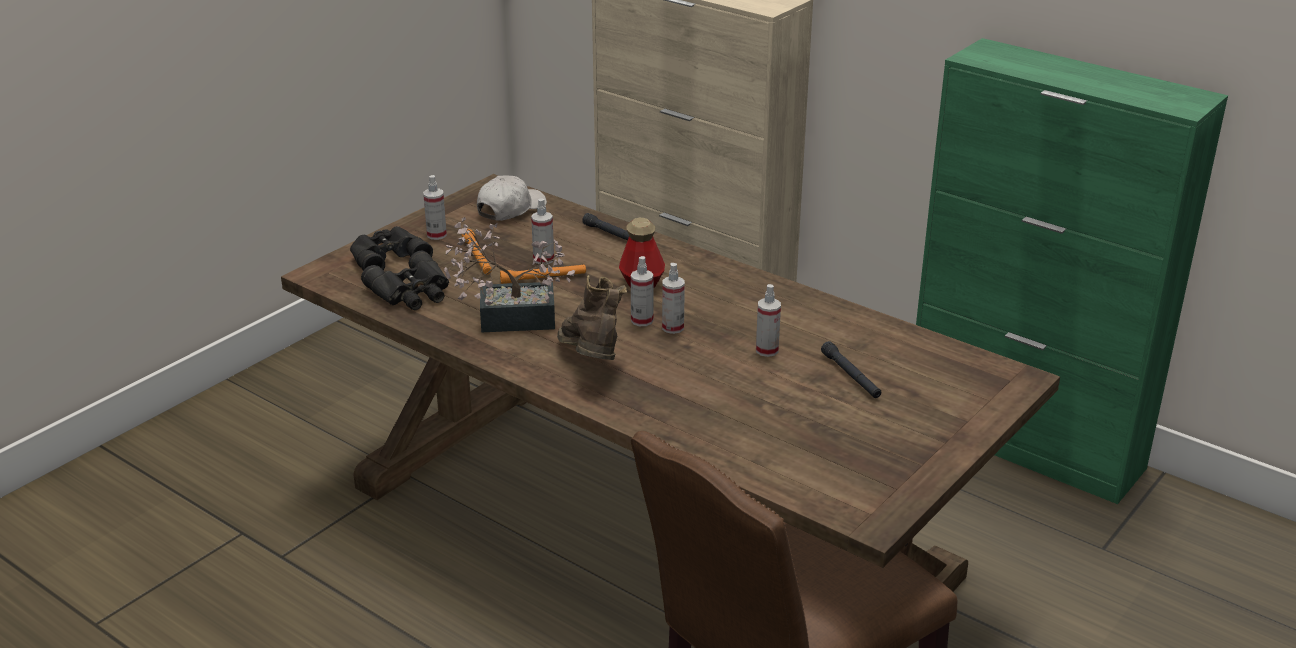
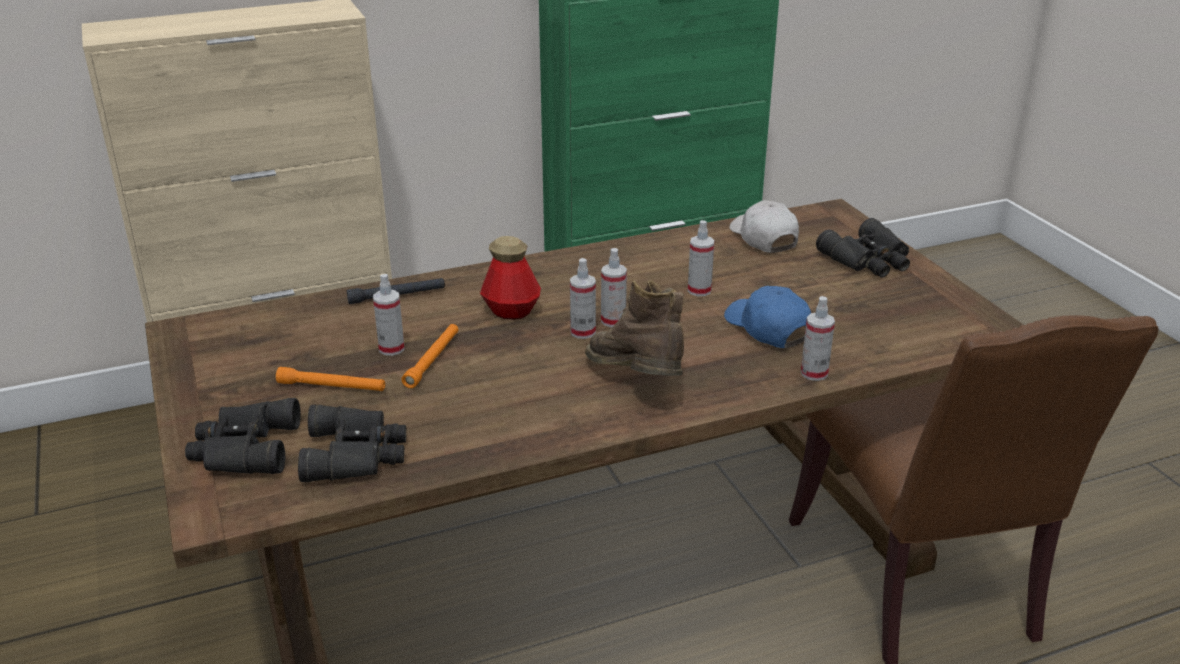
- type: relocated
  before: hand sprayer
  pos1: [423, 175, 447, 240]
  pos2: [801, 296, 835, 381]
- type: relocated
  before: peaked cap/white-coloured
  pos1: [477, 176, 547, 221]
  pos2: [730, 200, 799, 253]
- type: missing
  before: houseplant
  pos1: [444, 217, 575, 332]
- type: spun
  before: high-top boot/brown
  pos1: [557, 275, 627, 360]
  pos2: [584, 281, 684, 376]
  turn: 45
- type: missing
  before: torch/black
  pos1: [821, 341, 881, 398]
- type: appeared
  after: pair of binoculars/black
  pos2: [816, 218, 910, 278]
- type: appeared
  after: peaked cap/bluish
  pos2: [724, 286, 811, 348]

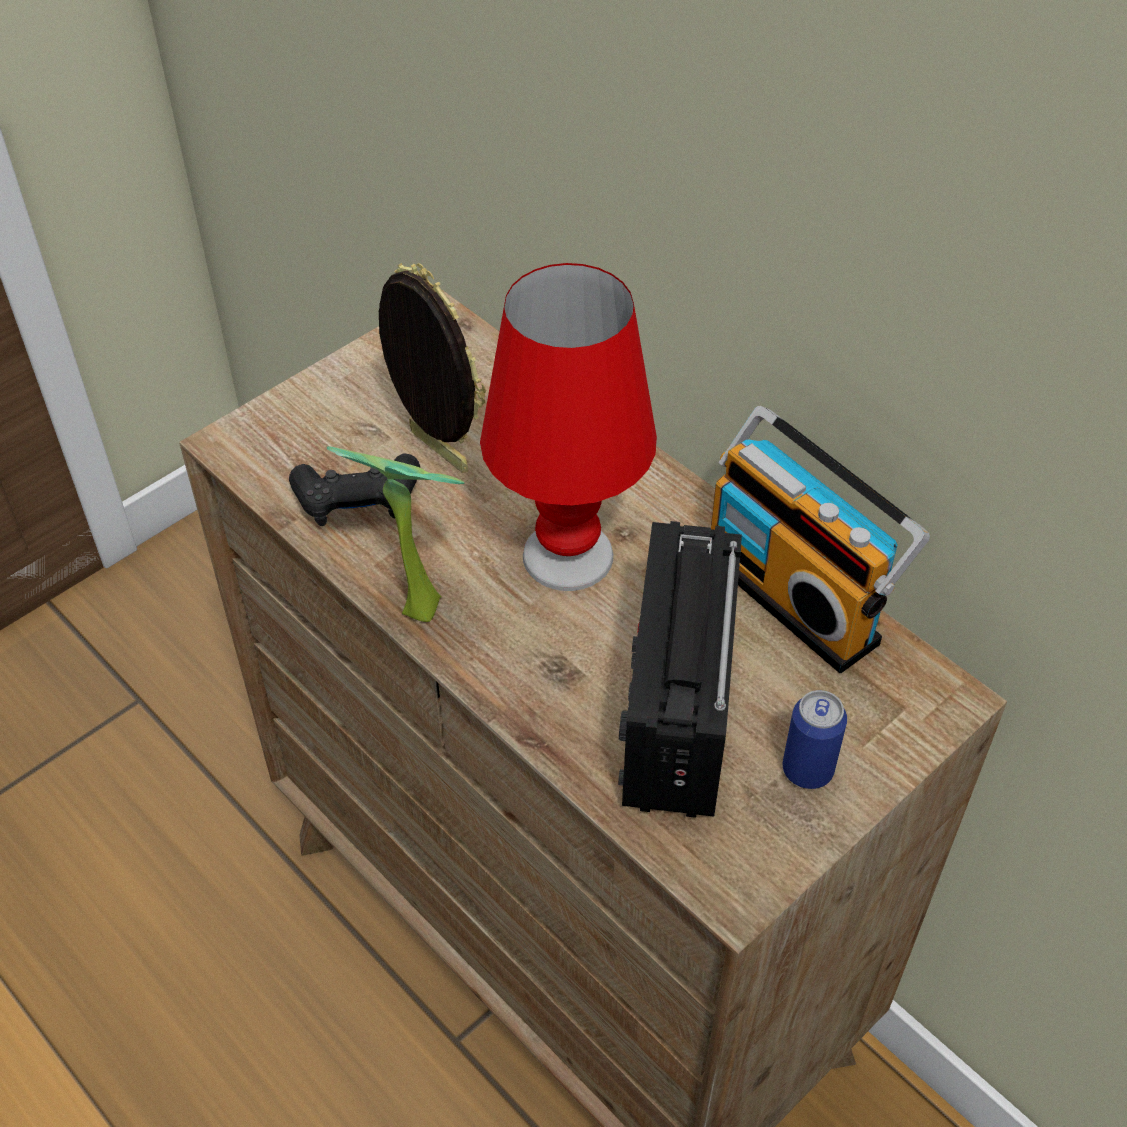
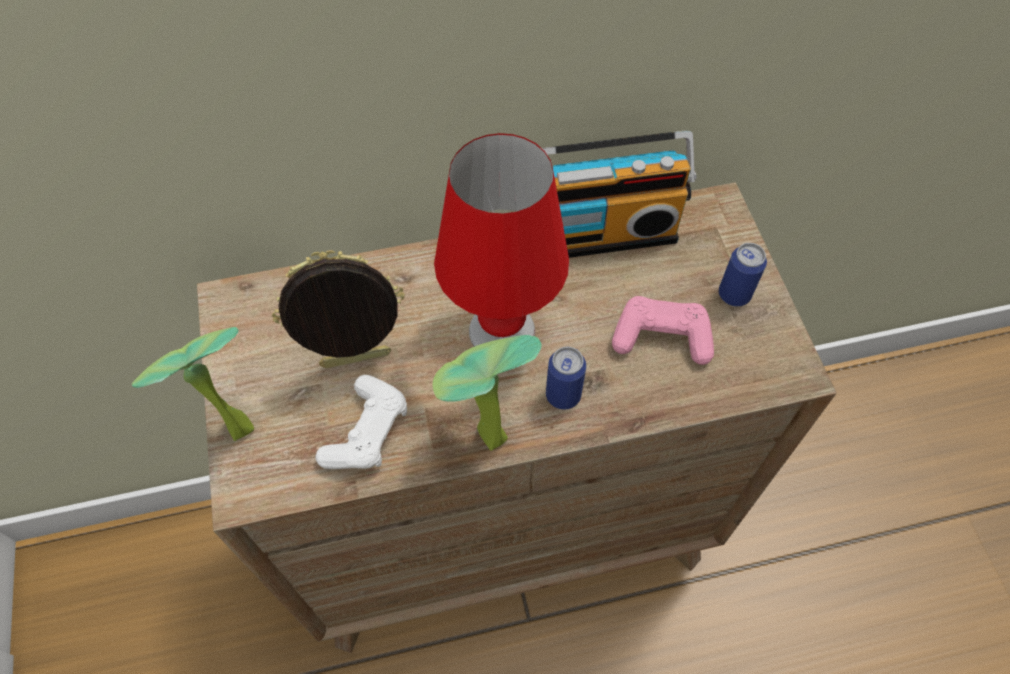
- type: colour
  before: game controller/black
  after: game controller/white-coloured
  pos1: [289, 453, 420, 526]
  pos2: [316, 375, 407, 469]
- type: exchanged
  before: radio set
  after: game controller/pink
  pos1: [618, 521, 742, 818]
  pos2: [612, 296, 714, 365]
- type: appeared
  after: houseplant
  pos2: [132, 327, 254, 441]
- type: appeared
  after: can
  pos2: [546, 347, 586, 410]

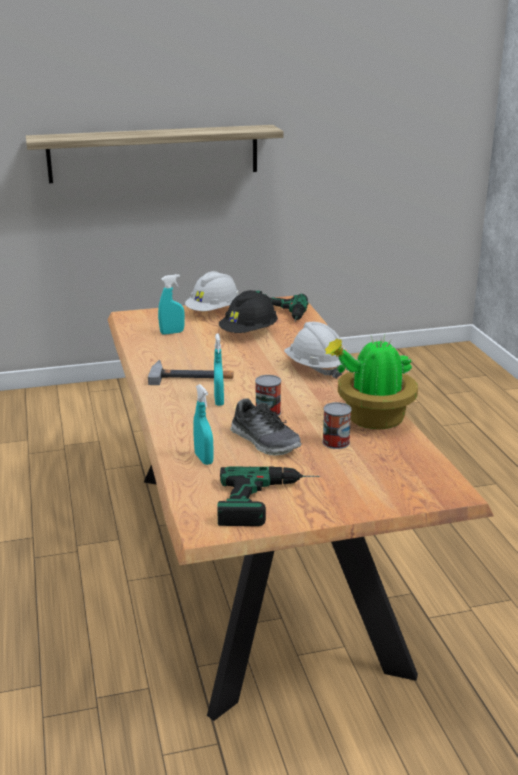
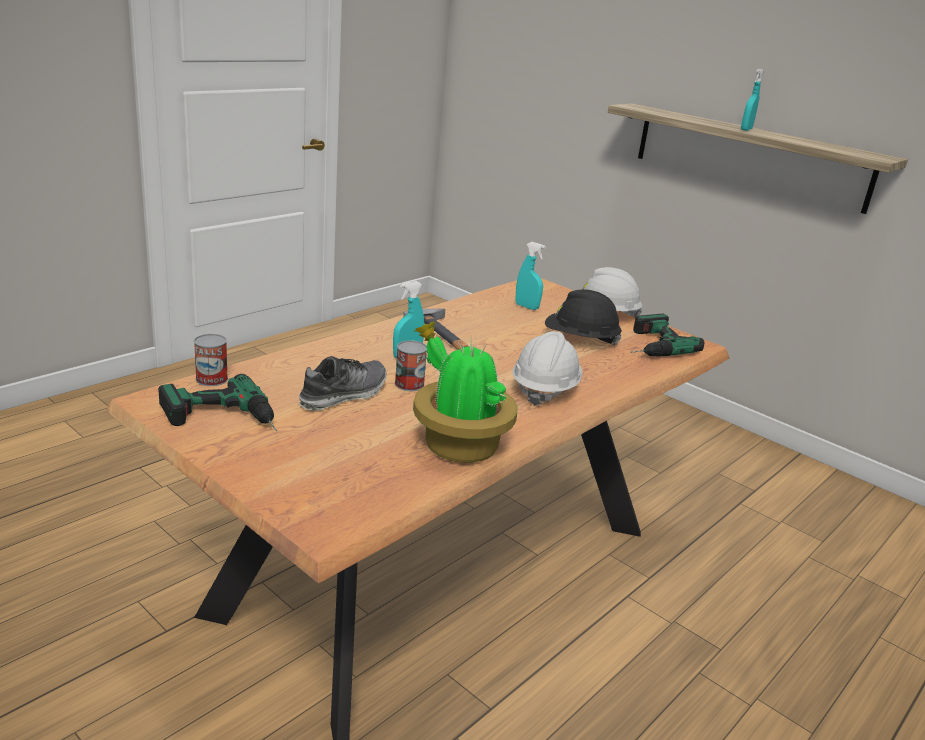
- type: relocated
  before: hand sprayer/turquoise-coloured
  pos1: [193, 384, 214, 465]
  pos2: [741, 69, 764, 131]
- type: spun
  before: item of footwear
  pos1: [230, 398, 302, 456]
  pos2: [299, 356, 387, 411]
  turn: -150
- type: relocated
  before: can
  pos1: [322, 402, 352, 449]
  pos2: [194, 334, 228, 386]

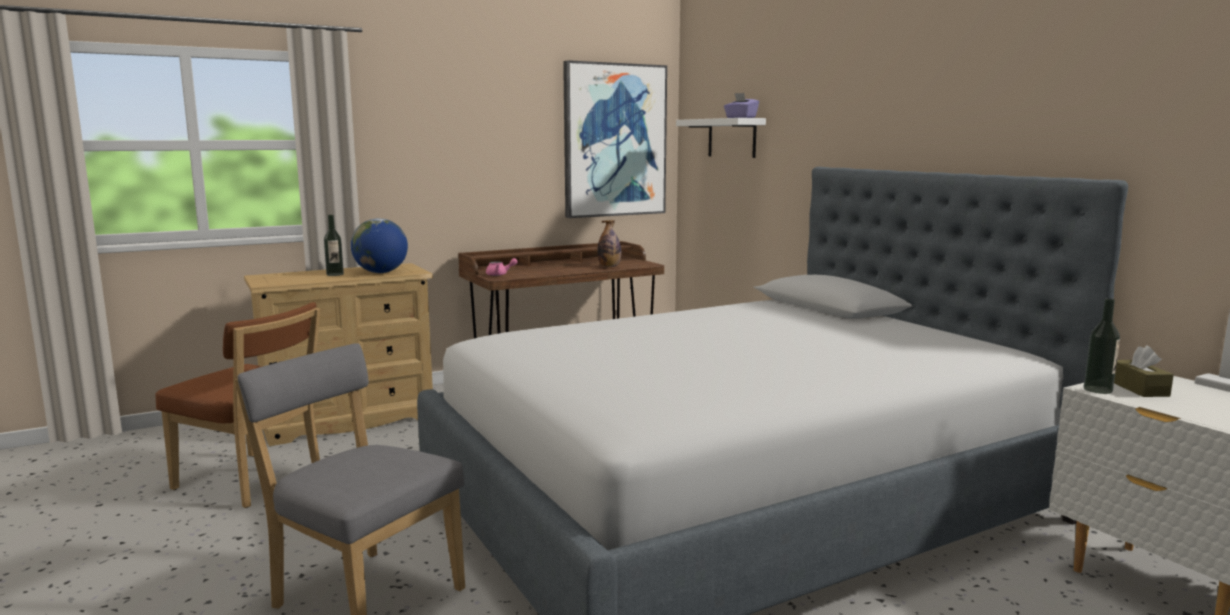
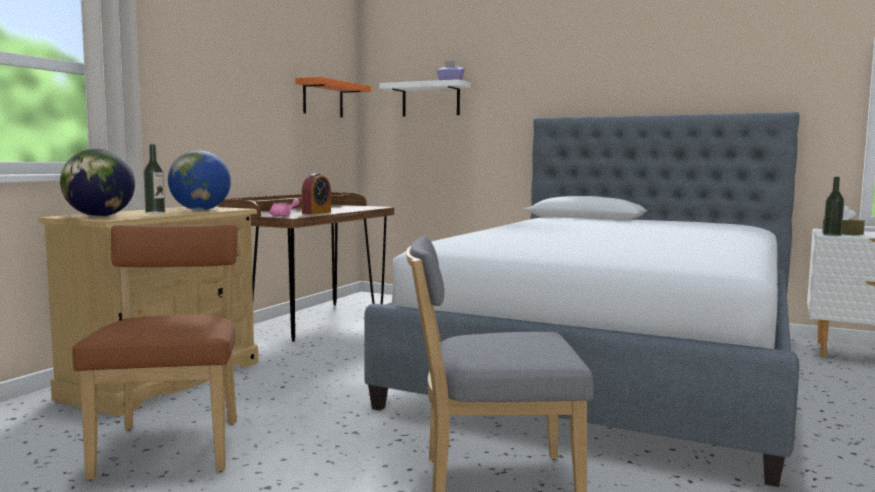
- type: exchanged
  before: picture
  after: bracket shelf/orangey
  pos1: [563, 60, 667, 218]
  pos2: [295, 77, 371, 118]
- type: missing
  before: beverage bottle
  pos1: [597, 220, 621, 267]
- type: spun
  before: plain chair/brown
  pos1: [155, 302, 320, 508]
  pos2: [72, 224, 238, 480]
  turn: -90
- type: appeared
  after: world globe
  pos2: [60, 148, 135, 217]
- type: appeared
  after: bedside clock
  pos2: [302, 173, 331, 214]

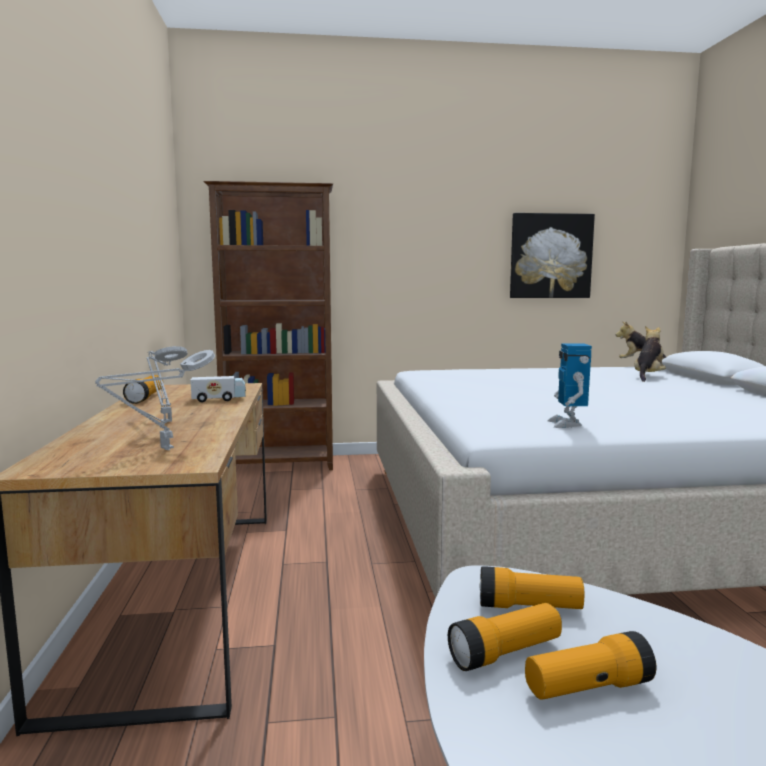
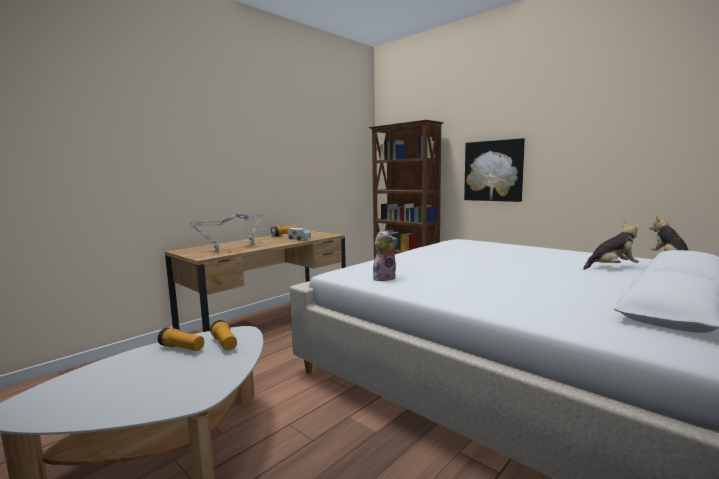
- type: relocated
  before: picture
  pos1: [510, 213, 595, 298]
  pos2: [464, 138, 525, 202]
- type: exchanged
  before: robot figure
  after: cuddly toy
  pos1: [548, 344, 592, 428]
  pos2: [373, 231, 398, 282]
- type: missing
  before: torch
  pos1: [525, 631, 656, 700]

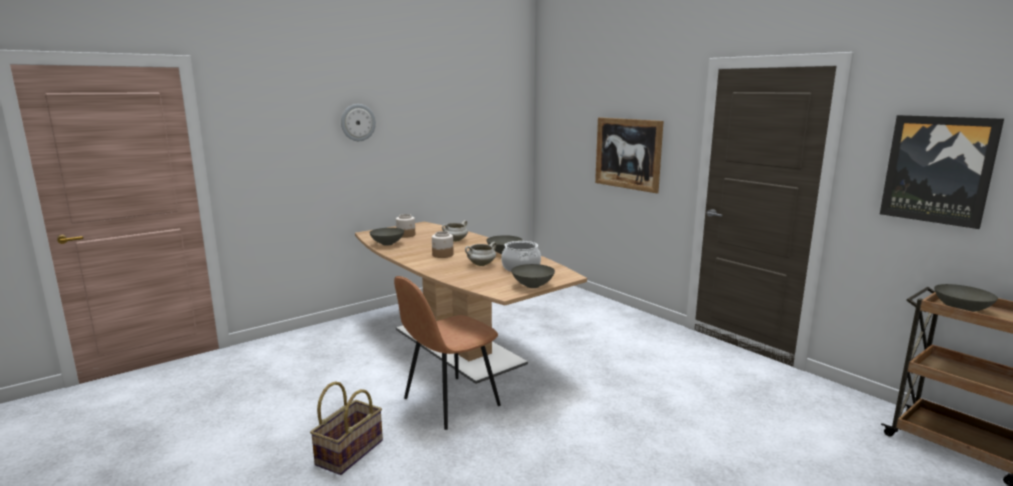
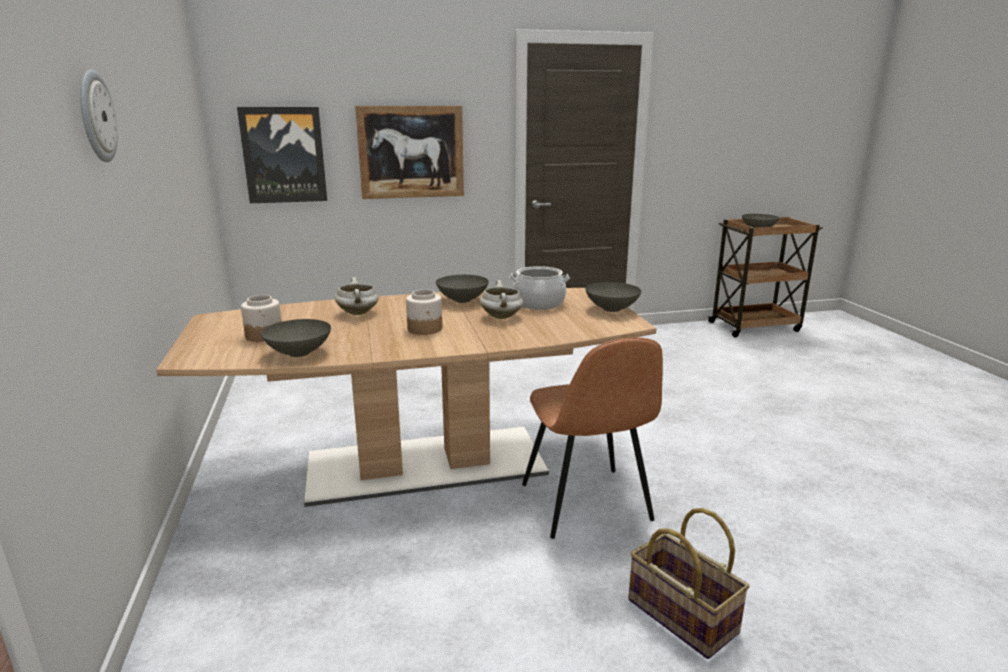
- type: relocated
  before: picture
  pos1: [880, 115, 1004, 229]
  pos2: [237, 107, 327, 203]

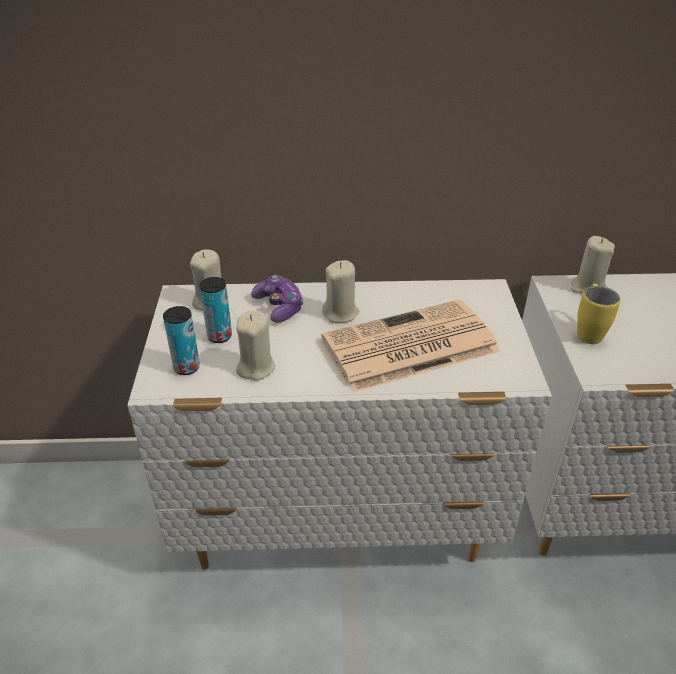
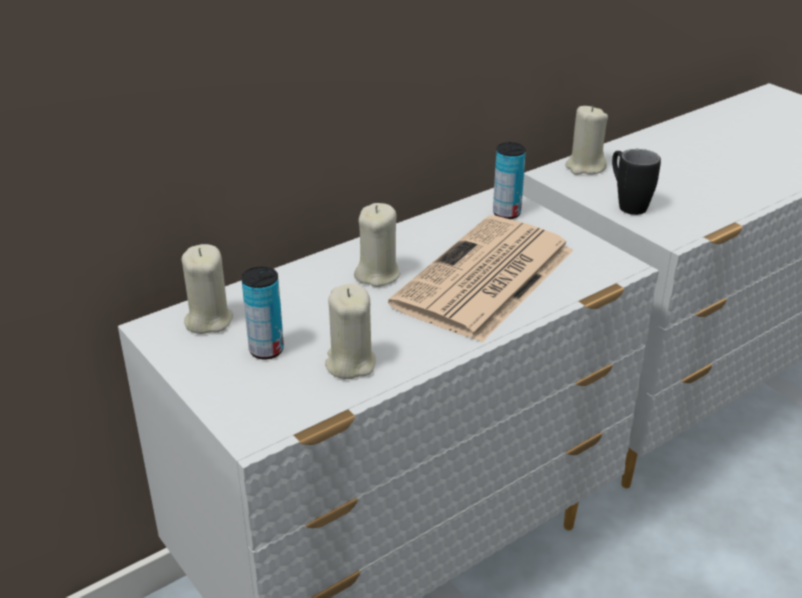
- type: missing
  before: game controller
  pos1: [251, 275, 303, 323]
- type: colour
  before: mug/yellow
  after: mug/black
  pos1: [577, 283, 621, 344]
  pos2: [612, 149, 661, 215]
- type: relocated
  before: can
  pos1: [163, 306, 200, 375]
  pos2: [493, 142, 526, 219]

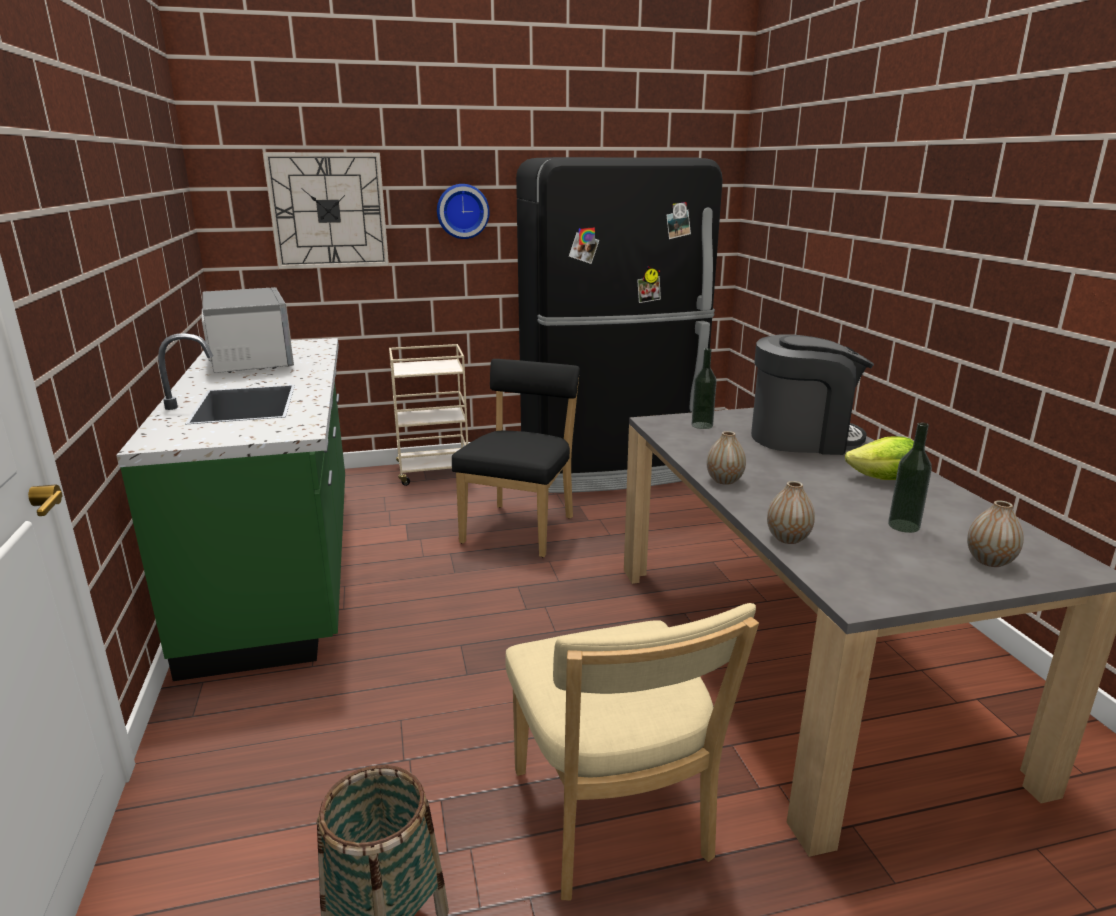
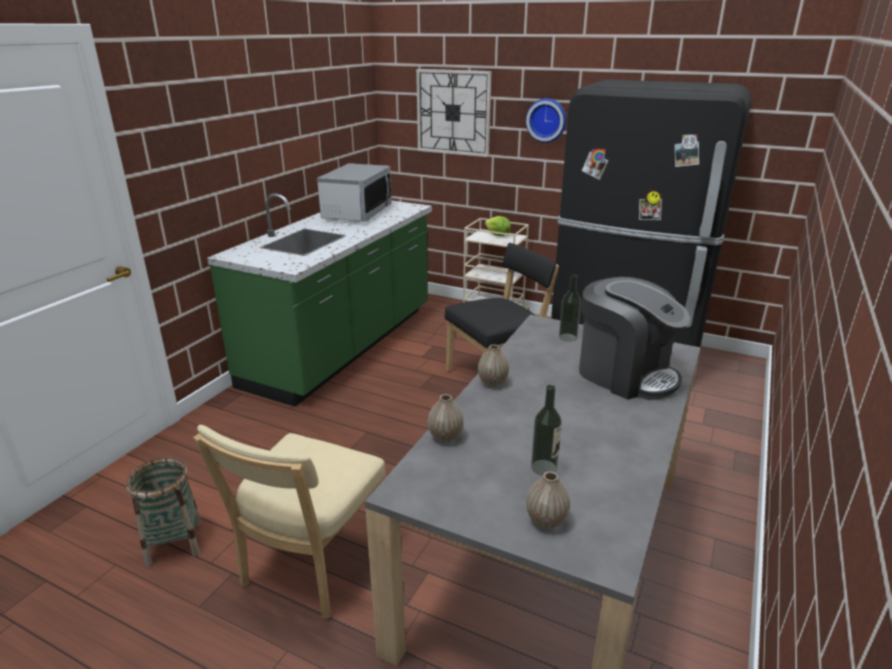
- type: relocated
  before: lettuce head
  pos1: [845, 436, 914, 480]
  pos2: [485, 216, 511, 236]

